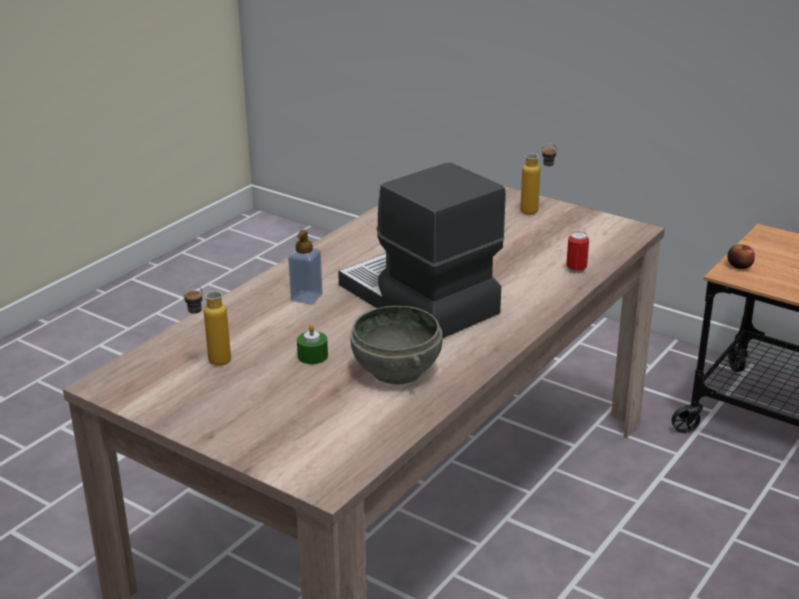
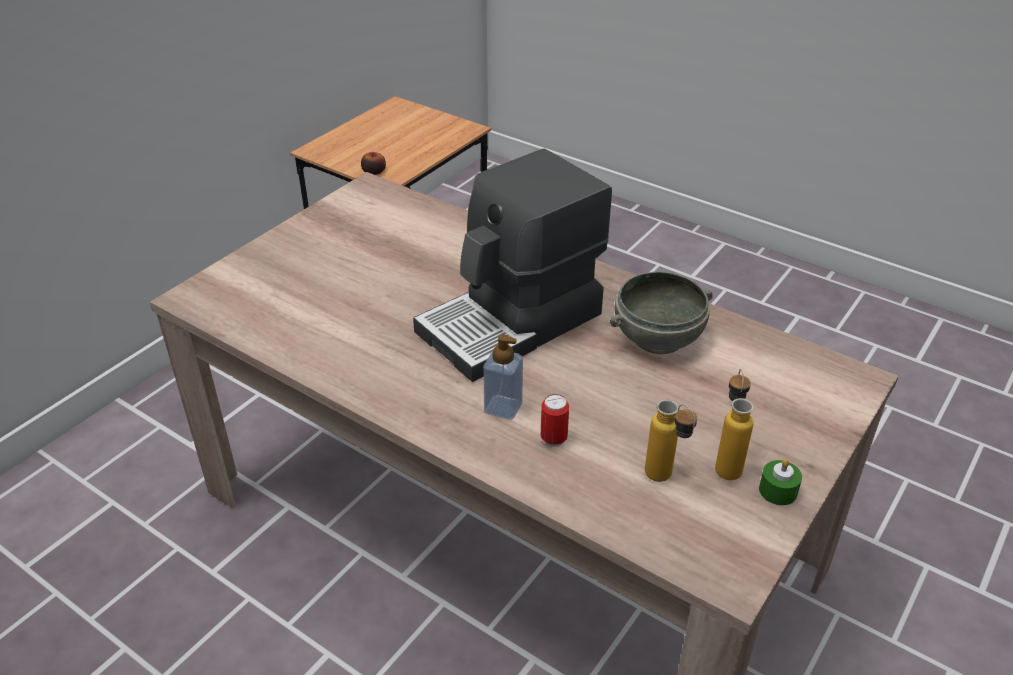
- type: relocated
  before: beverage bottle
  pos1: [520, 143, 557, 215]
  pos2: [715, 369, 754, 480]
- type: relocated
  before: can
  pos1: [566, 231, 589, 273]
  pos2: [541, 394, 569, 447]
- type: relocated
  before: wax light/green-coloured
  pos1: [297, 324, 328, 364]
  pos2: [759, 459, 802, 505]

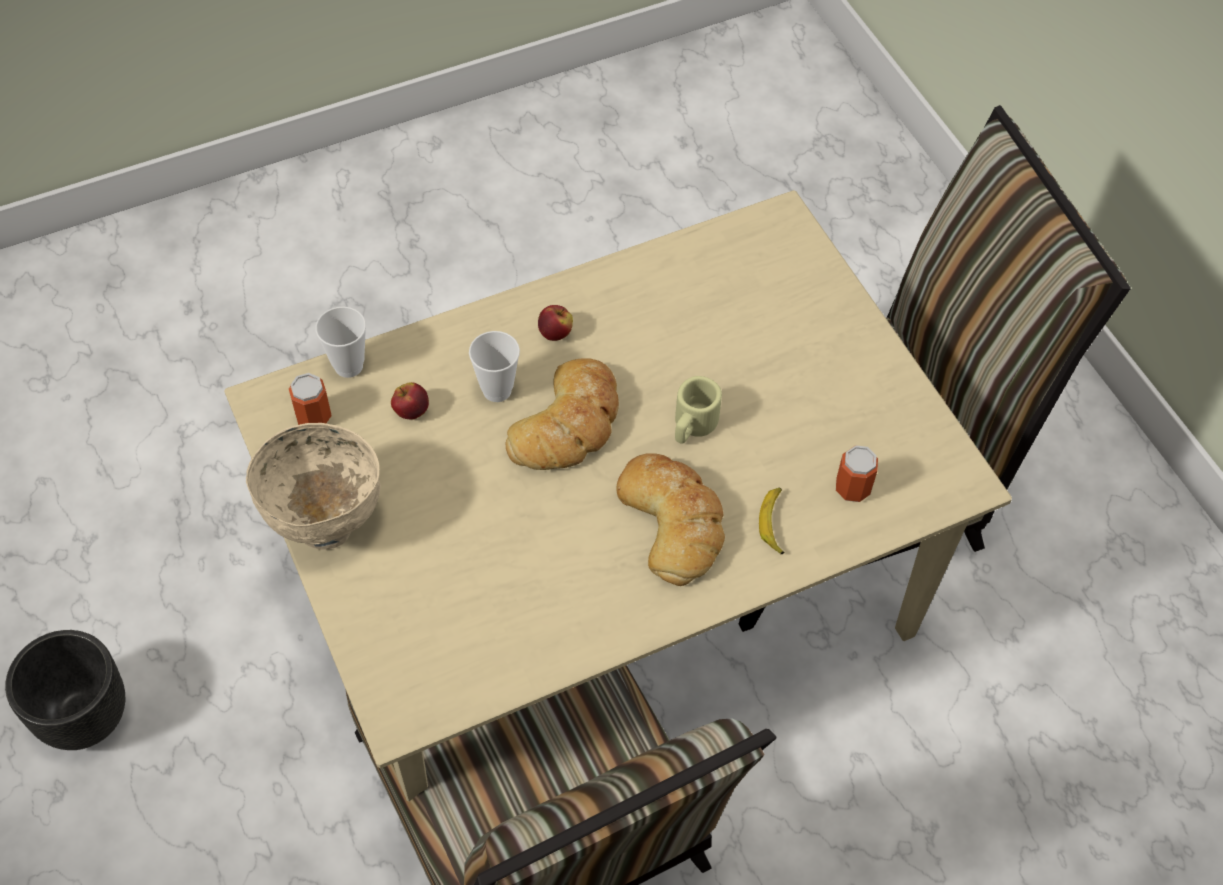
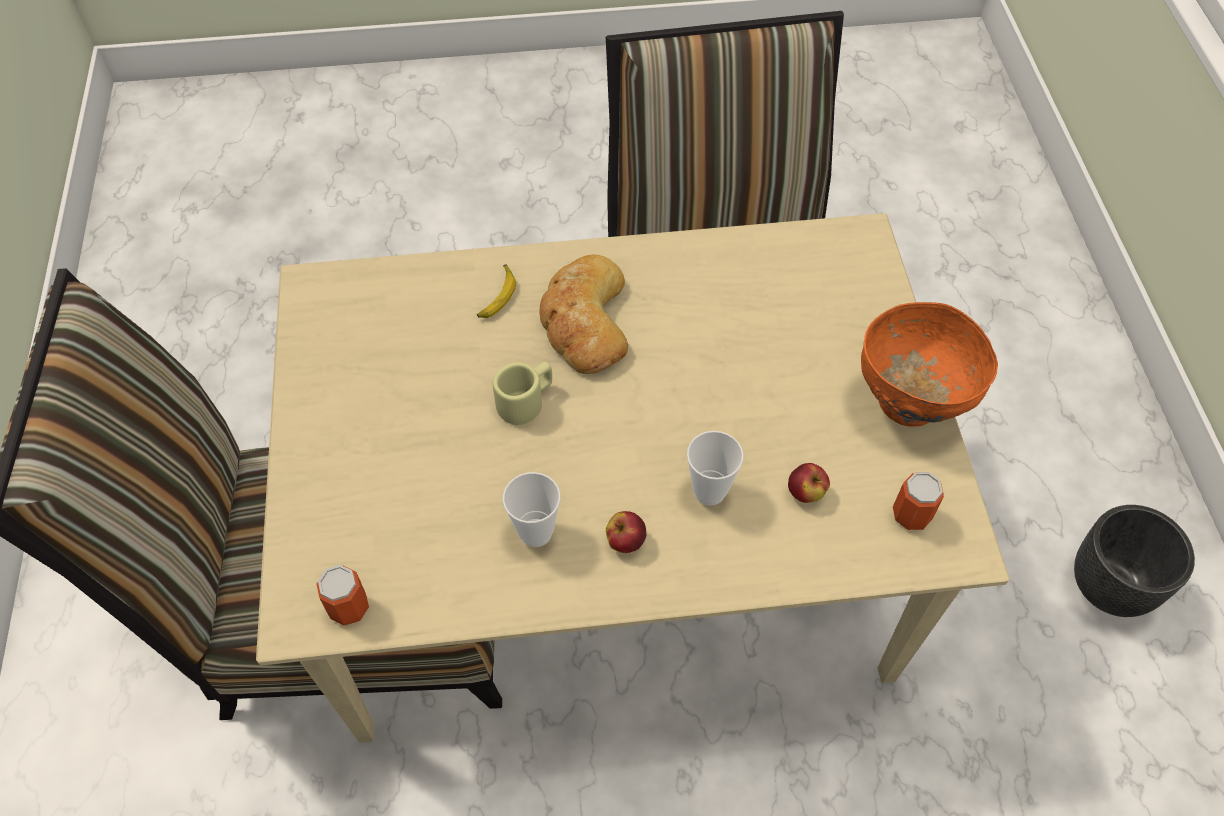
- type: relocated
  before: drinking cup
  pos1: [315, 306, 366, 378]
  pos2: [503, 472, 561, 547]
- type: missing
  before: bakery bread
  pos1: [505, 358, 619, 470]
- type: colour
  before: deep dish/beige
  after: deep dish/orangey
  pos1: [246, 423, 380, 550]
  pos2: [861, 302, 998, 427]
- type: relocated
  before: can
  pos1: [836, 445, 878, 502]
  pos2: [316, 565, 369, 626]

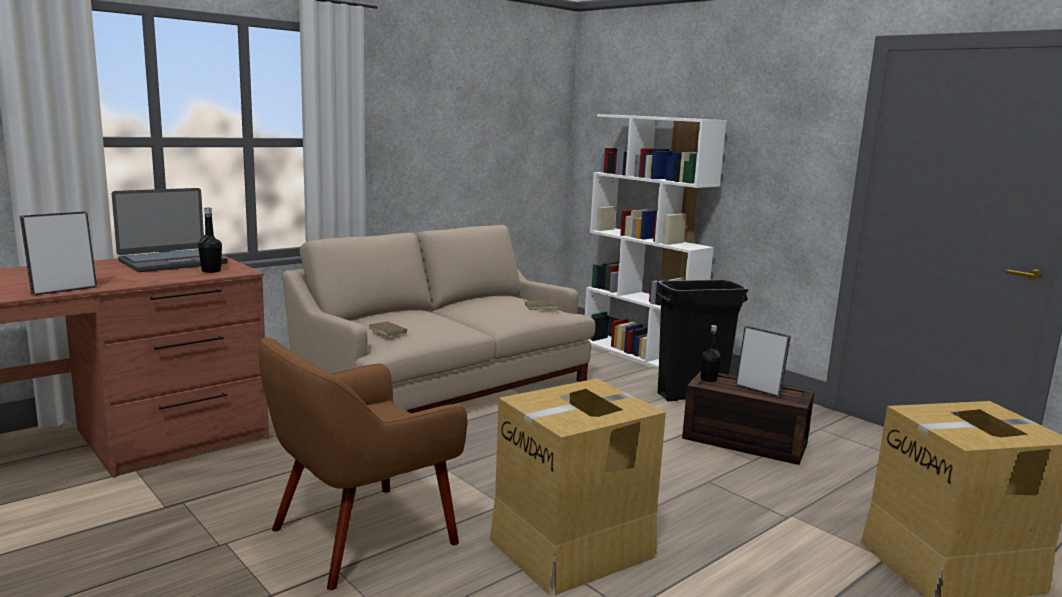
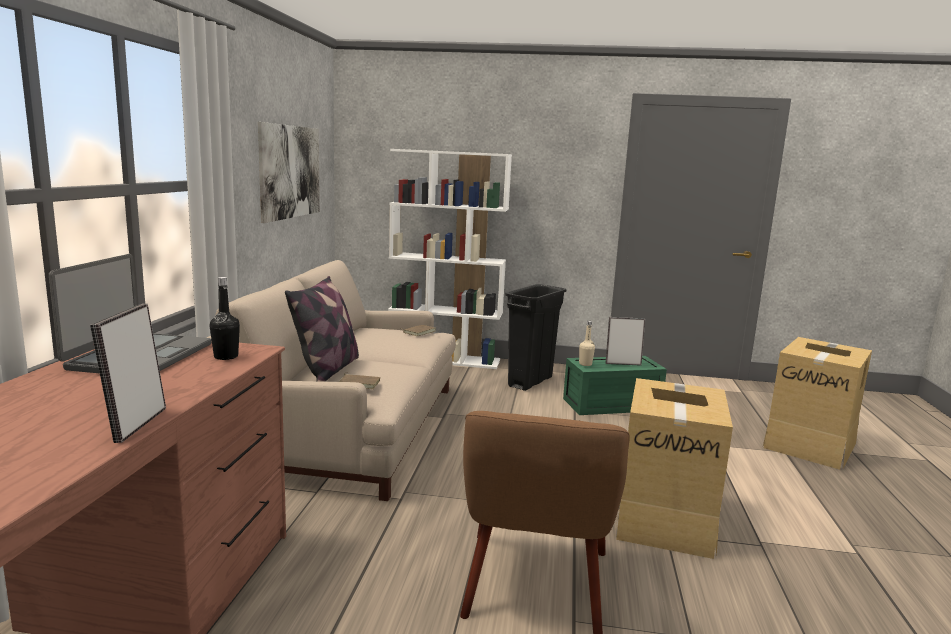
- type: colour
  before: beverage bottle/black
  after: beverage bottle/beige
  pos1: [701, 325, 721, 382]
  pos2: [579, 321, 595, 366]
- type: colour
  before: storage bin/brown
  after: storage bin/green-coloured
  pos1: [682, 371, 815, 465]
  pos2: [563, 356, 667, 415]
- type: appeared
  after: picture
  pos2: [258, 122, 320, 223]
- type: appeared
  after: pillow
  pos2: [285, 276, 359, 382]

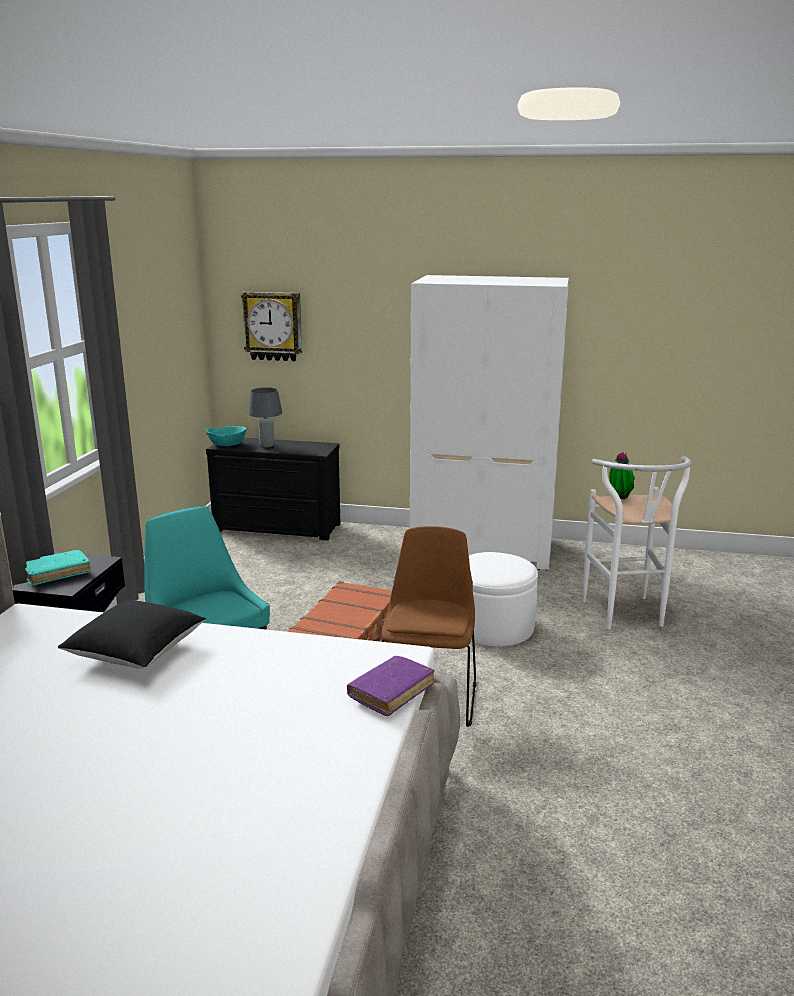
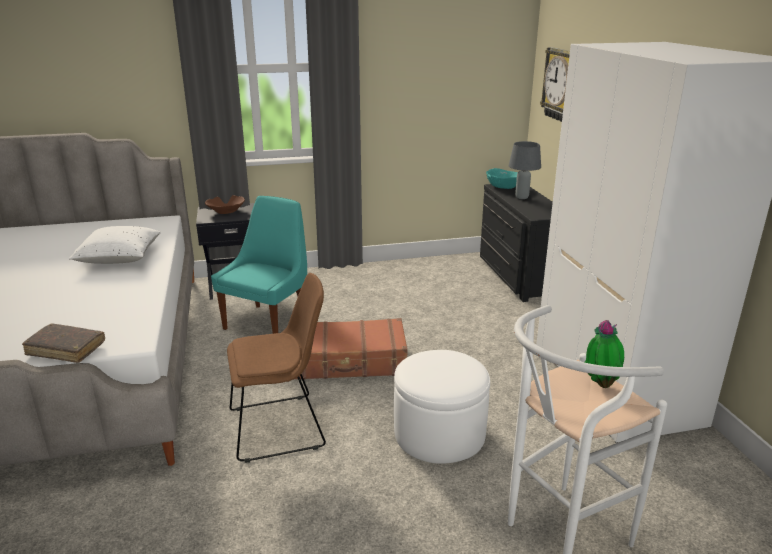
- type: exchanged
  before: bound book/turquoise-coloured
  after: deep dish/brown
  pos1: [25, 550, 91, 586]
  pos2: [205, 195, 245, 214]
- type: colour
  before: pillow/black
  after: pillow/white-coloured
  pos1: [58, 600, 206, 669]
  pos2: [69, 226, 161, 264]
- type: colour
  before: bound book/purplish
  after: bound book/brown
  pos1: [347, 656, 435, 716]
  pos2: [22, 323, 105, 363]

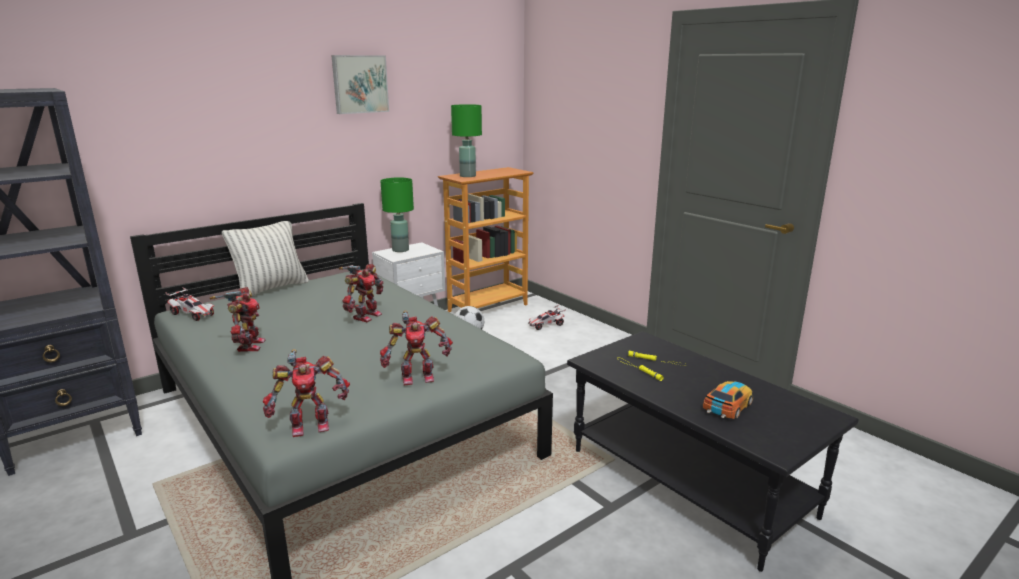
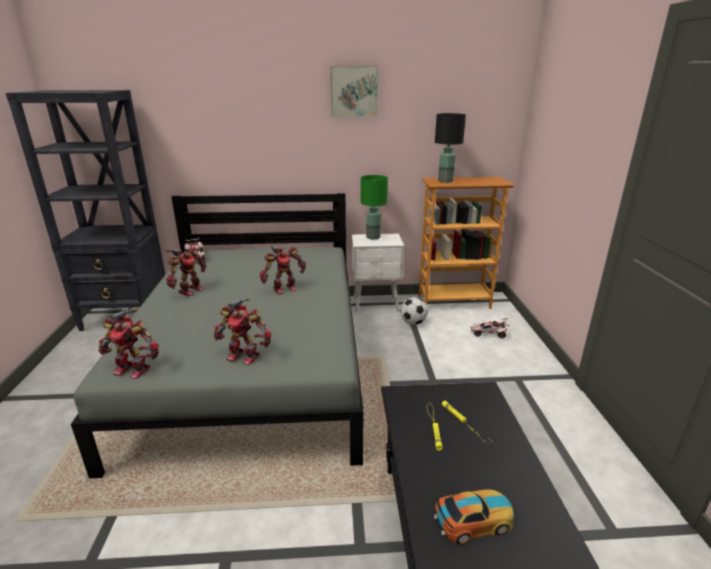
- type: colour
  before: table lamp/green-coloured
  after: table lamp/black
  pos1: [451, 104, 482, 177]
  pos2: [435, 113, 466, 183]
- type: missing
  before: pillow
  pos1: [222, 221, 309, 296]

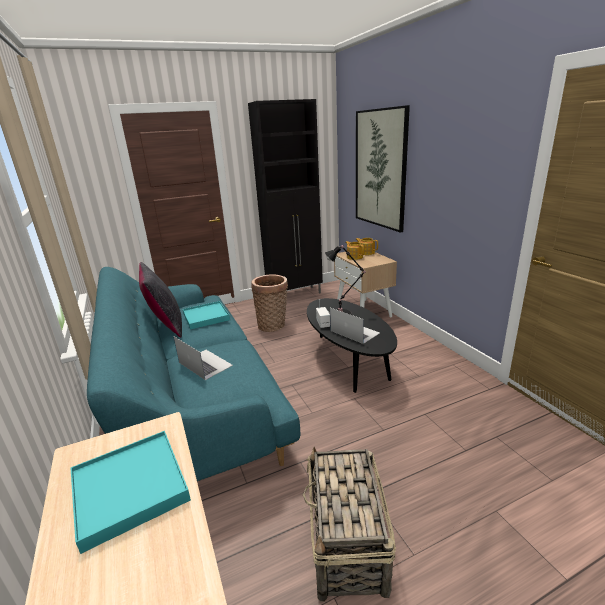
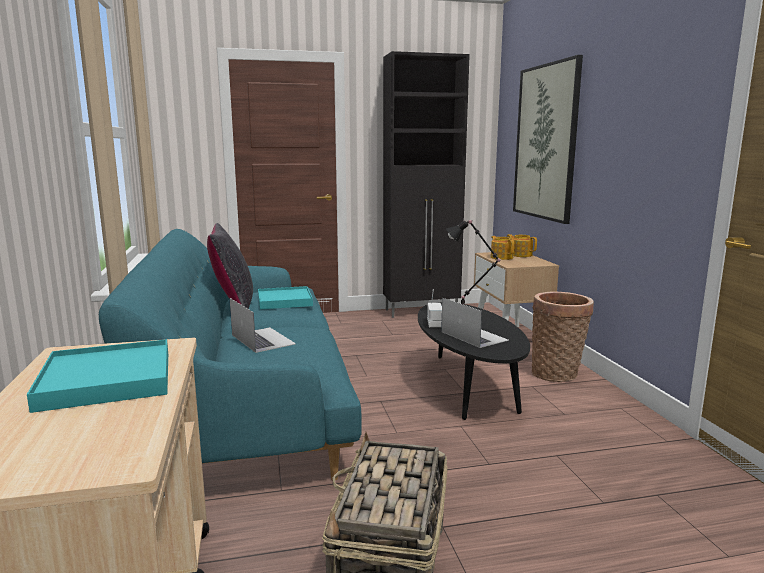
- type: relocated
  before: basket
  pos1: [251, 275, 288, 332]
  pos2: [532, 292, 594, 382]

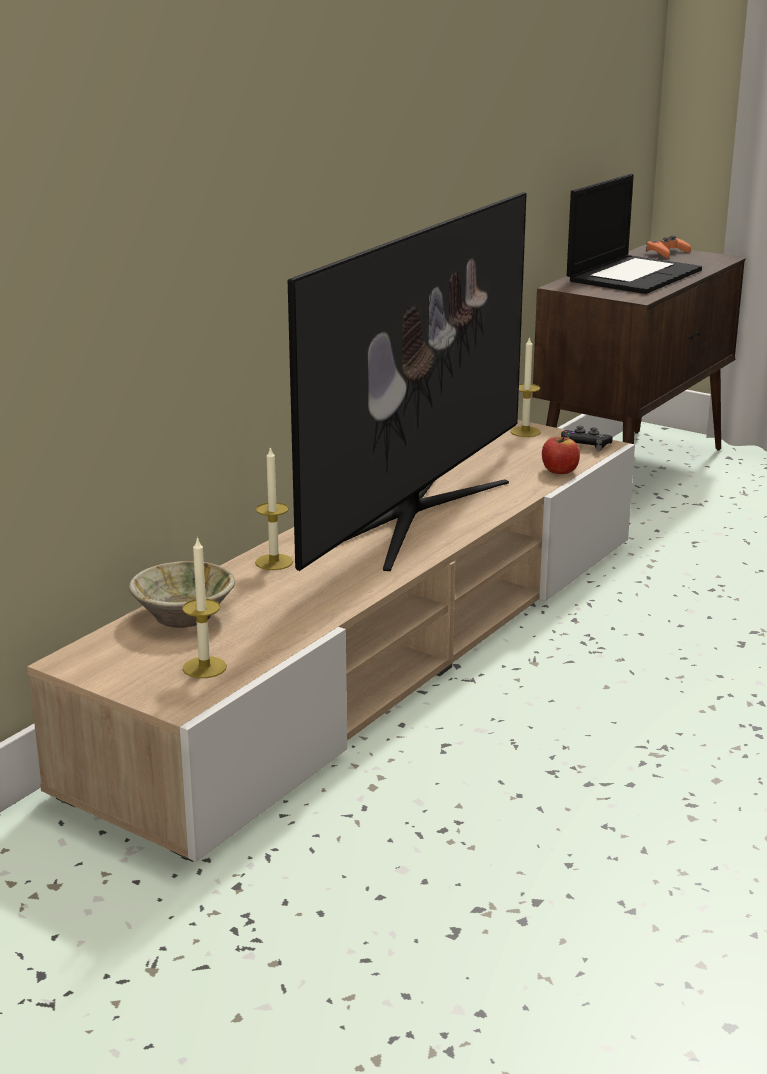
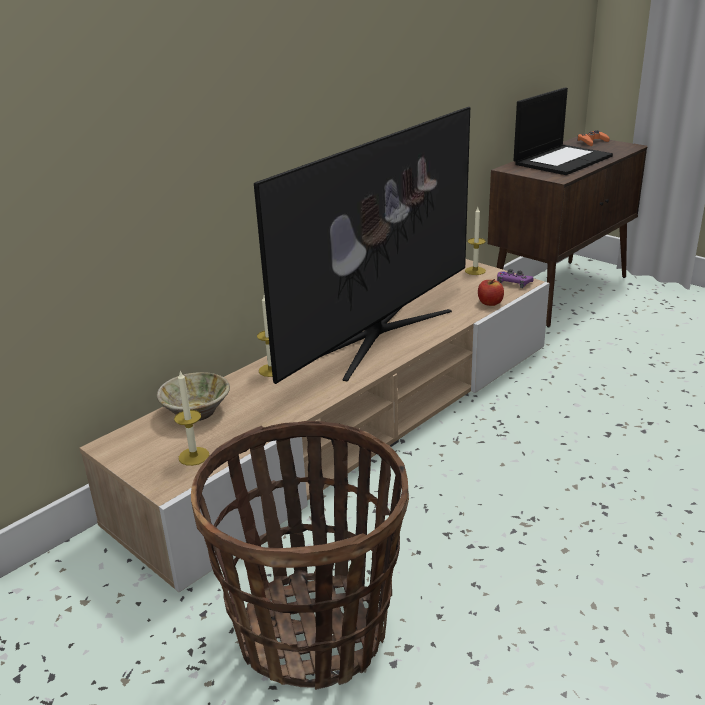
- type: colour
  before: game controller/black
  after: game controller/purplish
  pos1: [561, 426, 613, 451]
  pos2: [497, 269, 534, 288]
- type: appeared
  after: basket
  pos2: [191, 421, 409, 690]

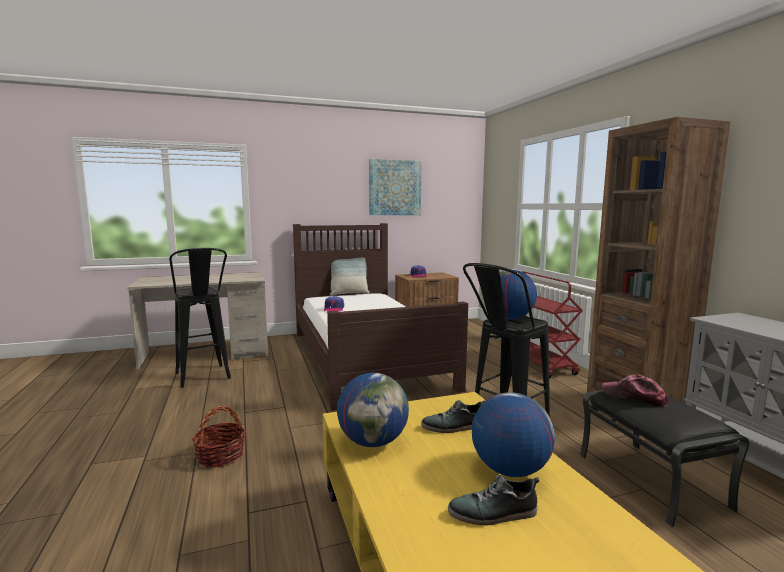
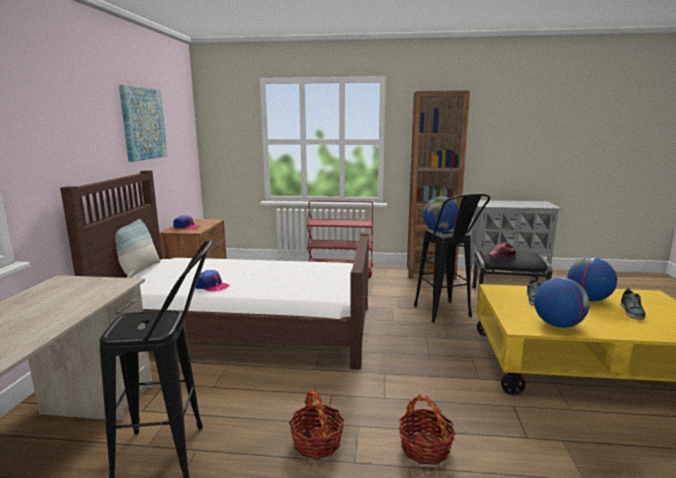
- type: appeared
  after: basket
  pos2: [289, 389, 345, 459]

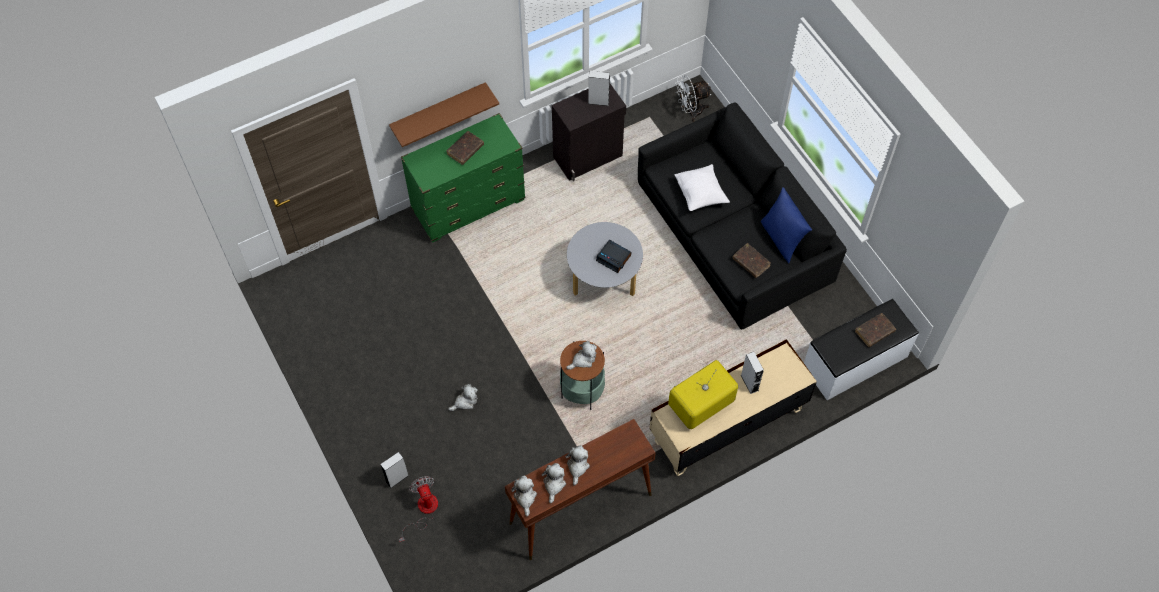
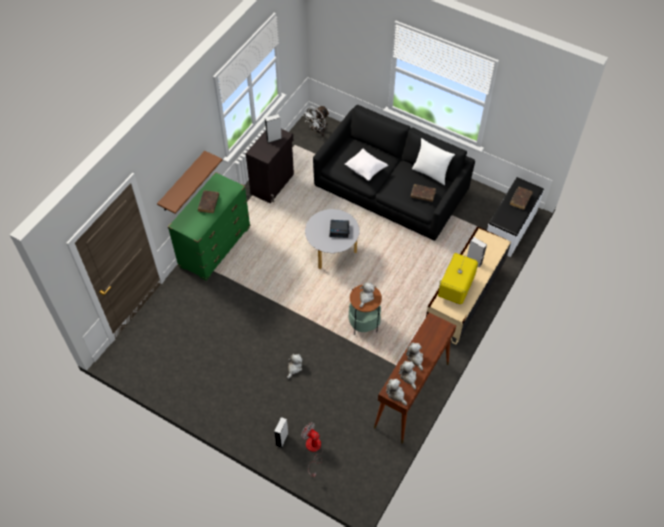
- type: colour
  before: pillow/bluish
  after: pillow/white-coloured
  pos1: [761, 187, 812, 264]
  pos2: [412, 138, 455, 185]

